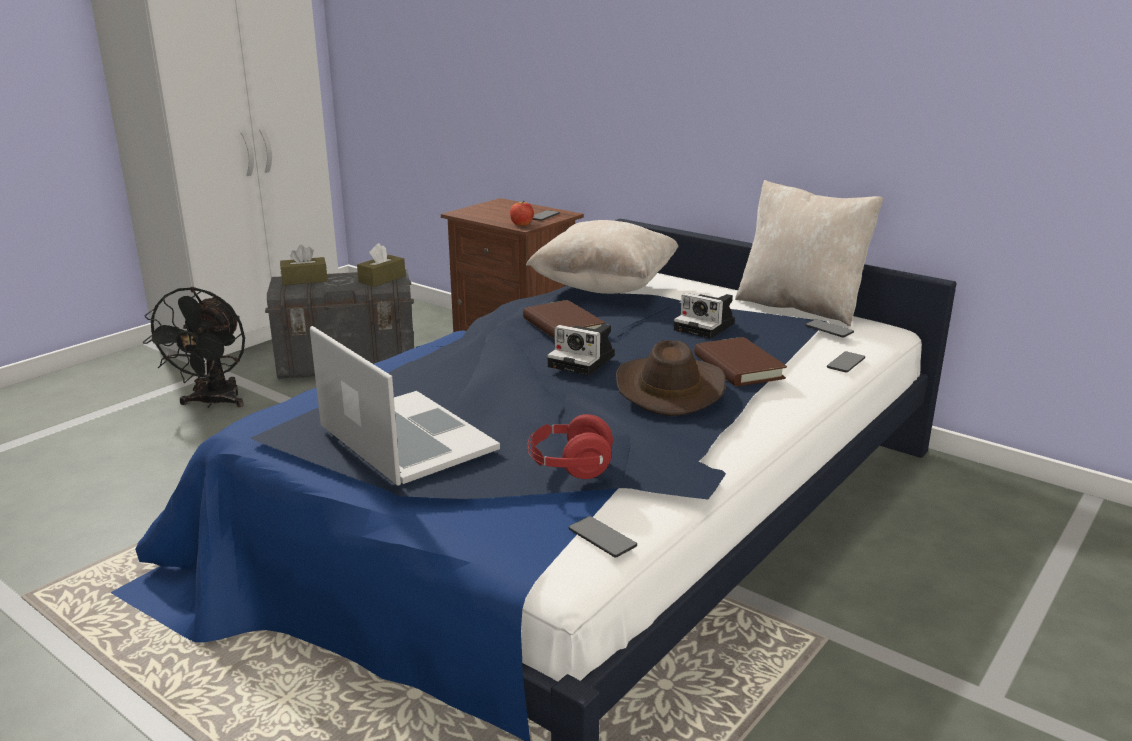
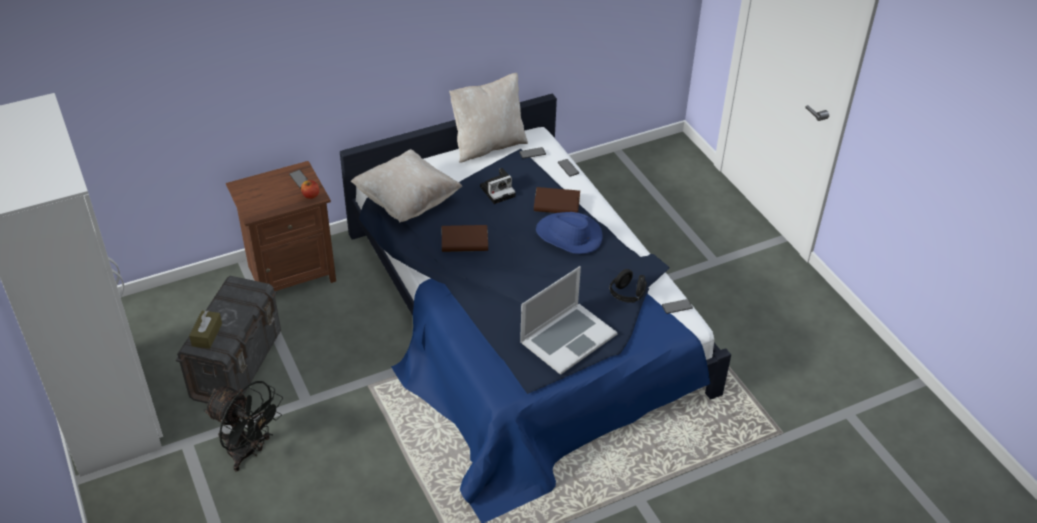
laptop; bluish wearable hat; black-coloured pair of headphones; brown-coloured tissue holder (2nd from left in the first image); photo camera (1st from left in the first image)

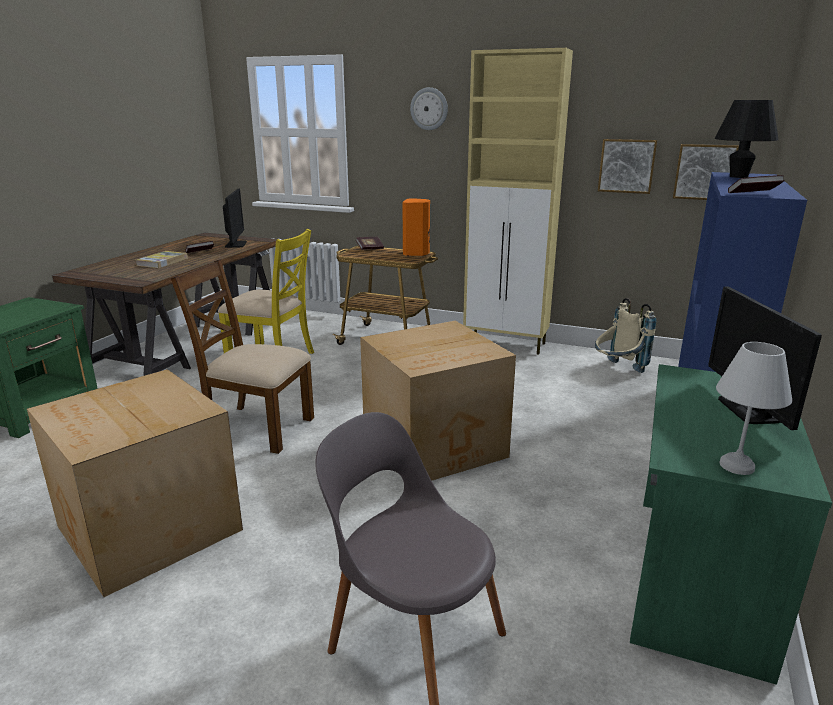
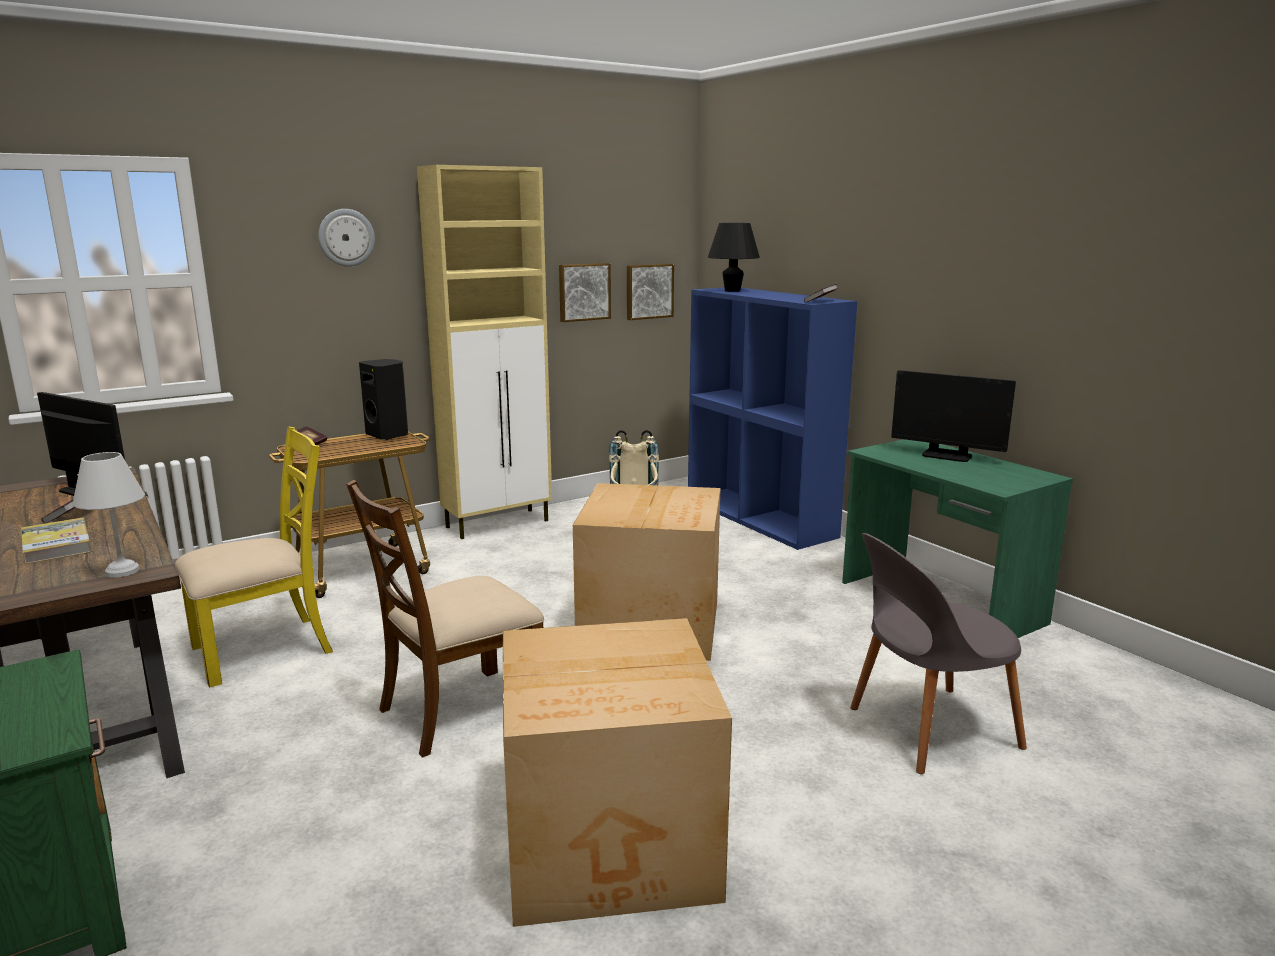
white tabletop lamp; black-coloured audio speaker

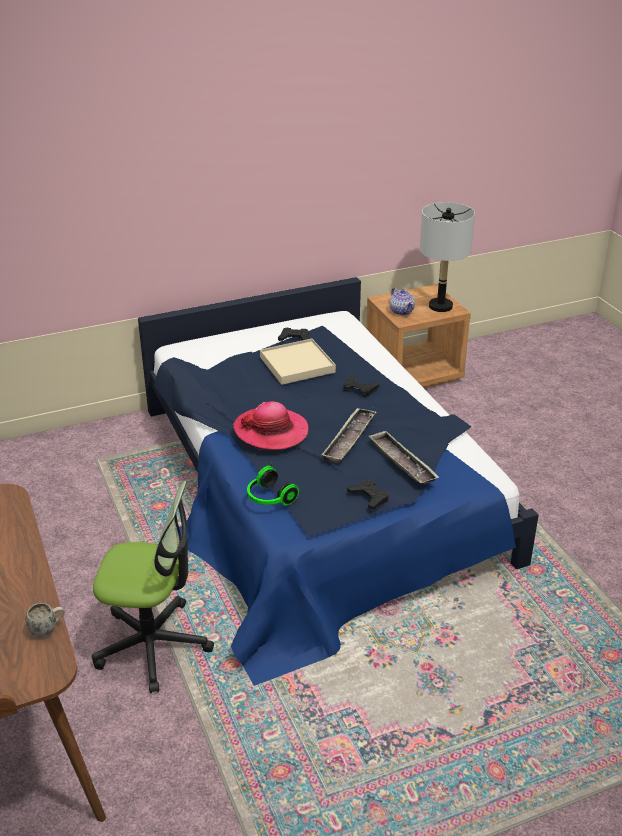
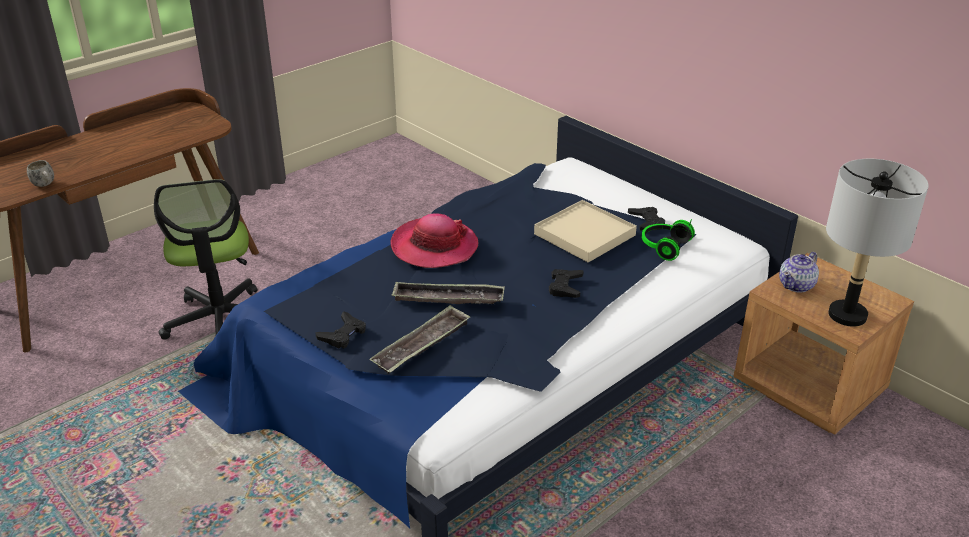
pair of headphones

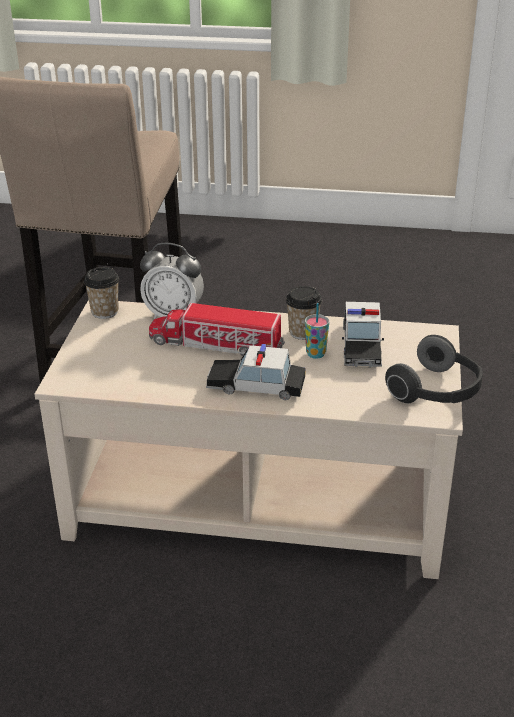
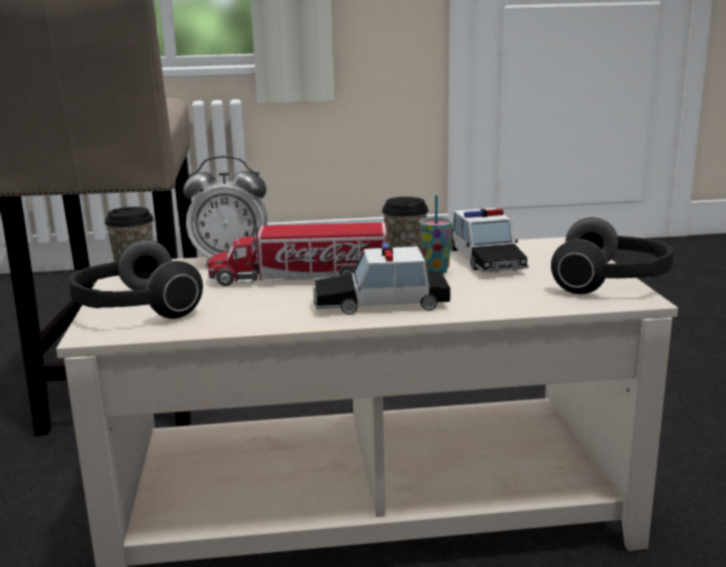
pair of headphones (1st from left)

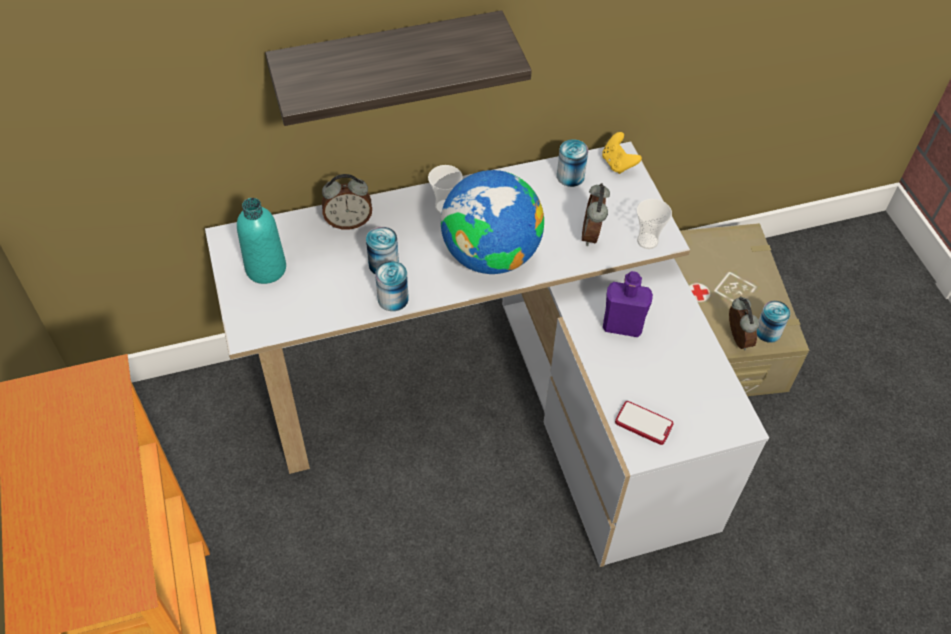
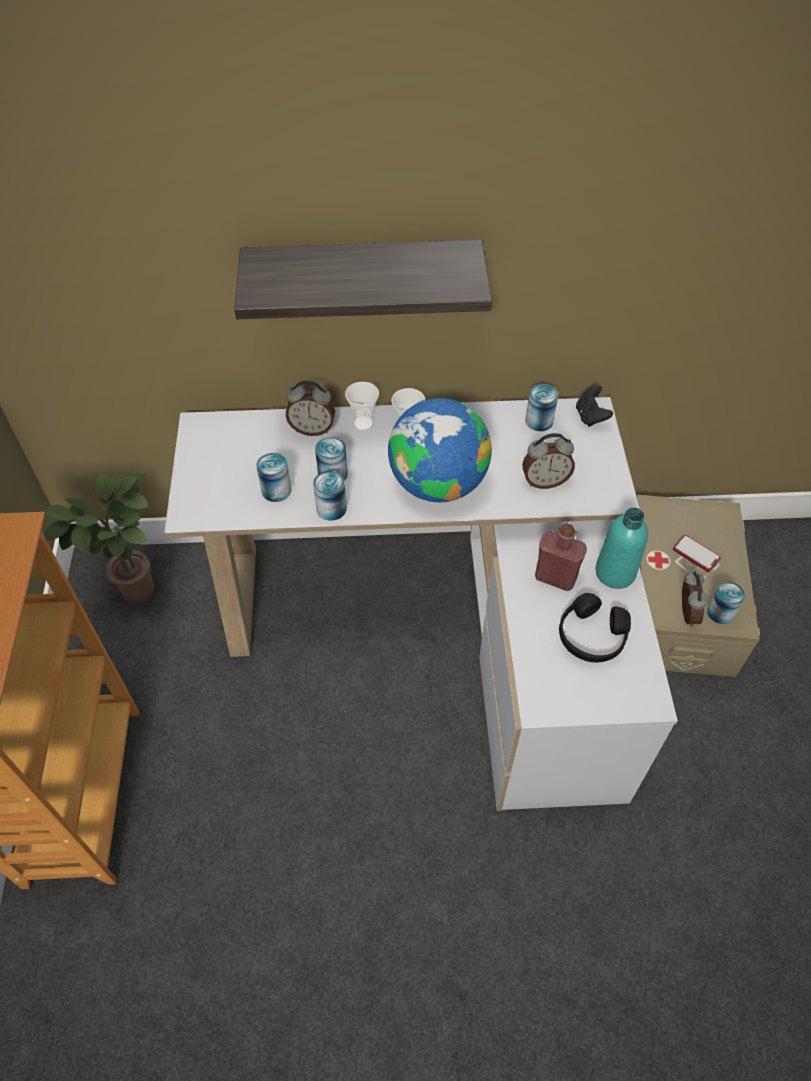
plant in a pot; can (1st from left); cup (1st from left); bedside clock (2nd from left); red beverage bottle; black-coloured pair of headphones; black-coloured gamepad; blue-green beverage bottle; phone

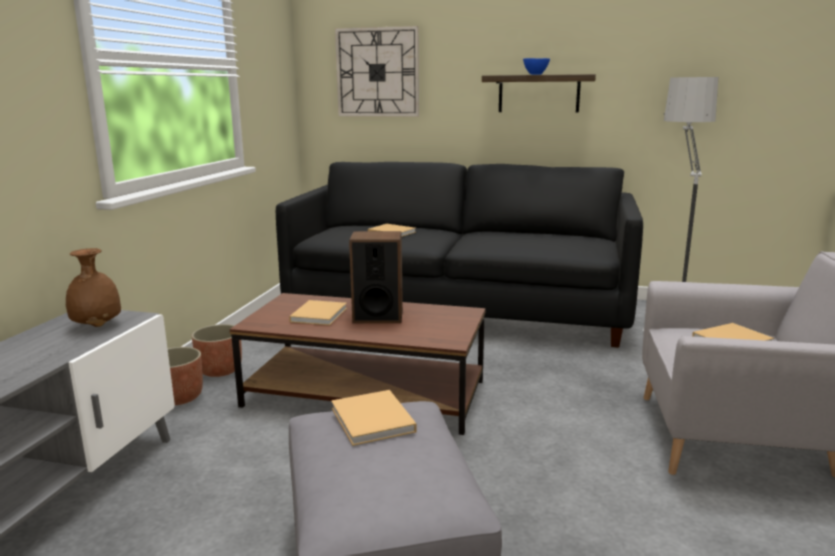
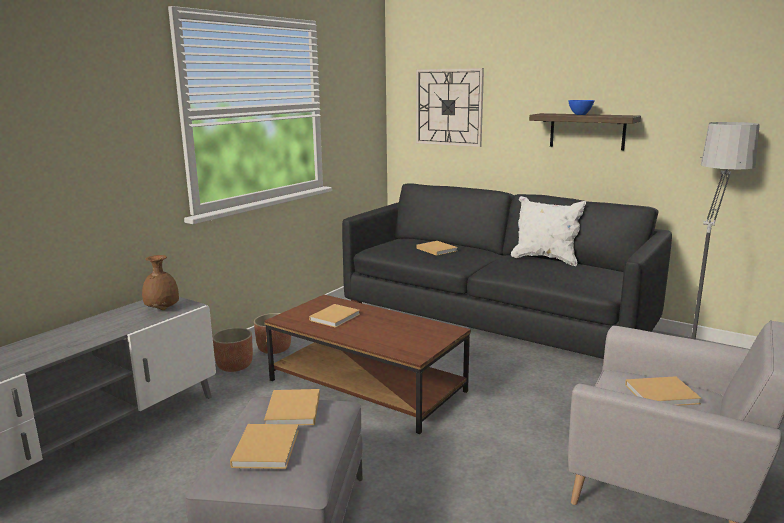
beige-coloured bound book (1st from left); white cushion; audio speaker

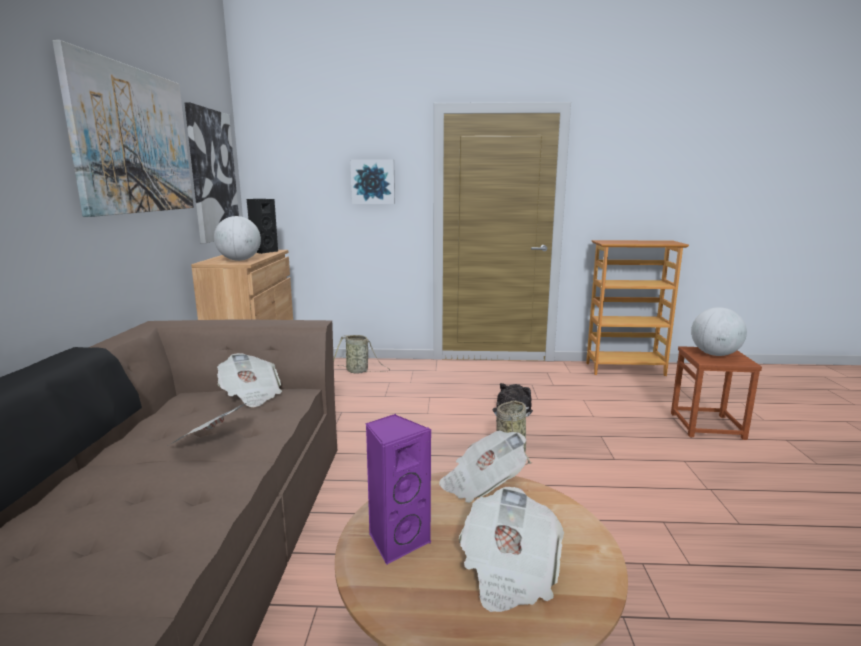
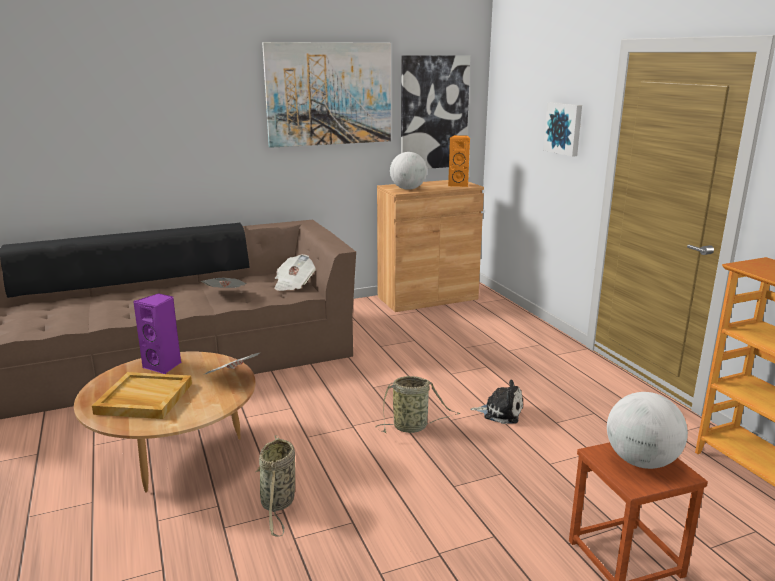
beige-coloured carrying tray; basket (1st from left); orange audio speaker

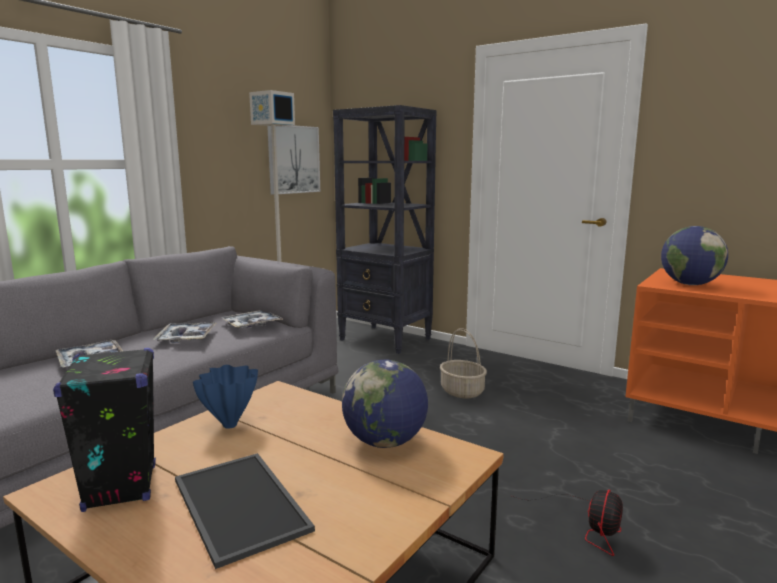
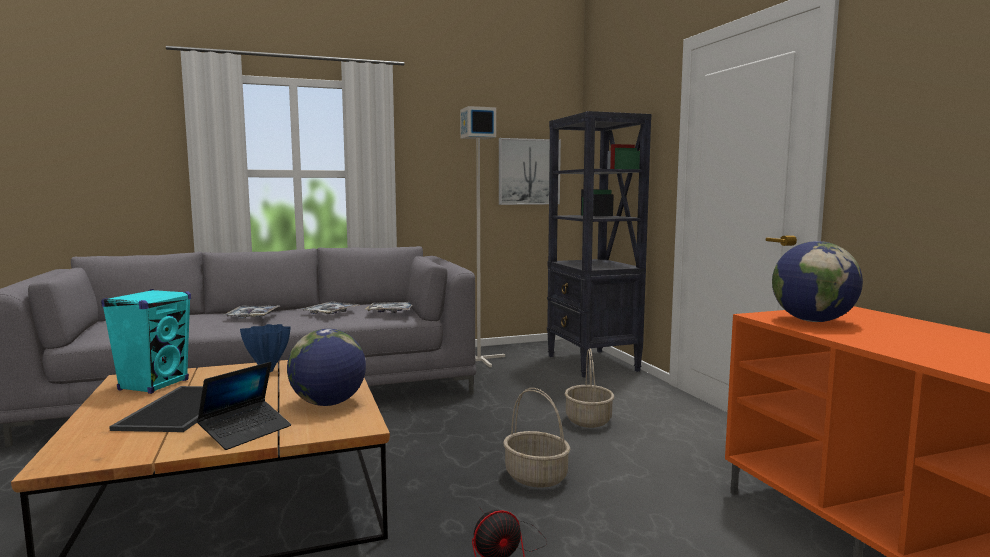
blue-green audio speaker; laptop; basket (1st from left)

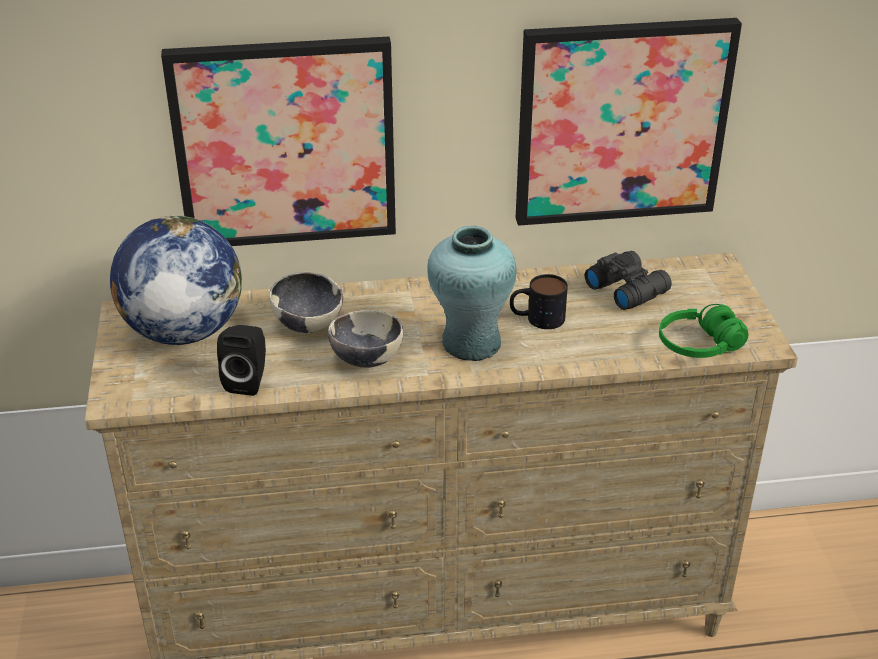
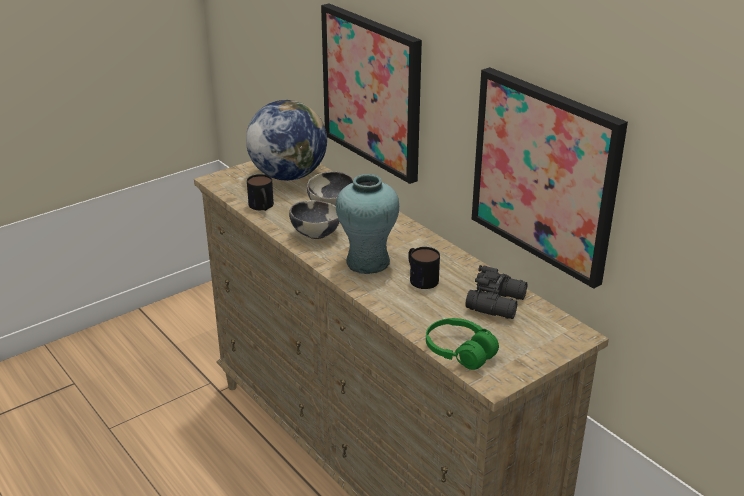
coffee mug (1st from left)

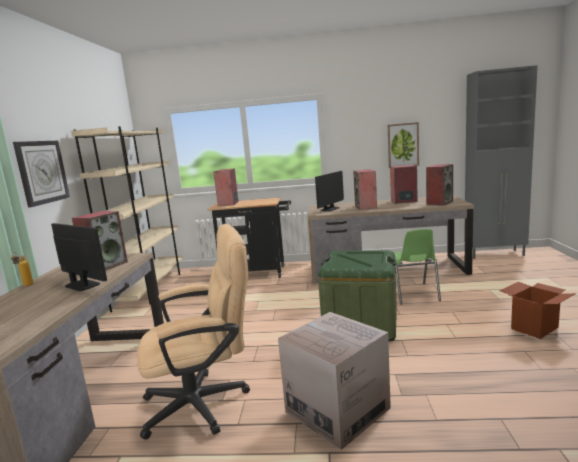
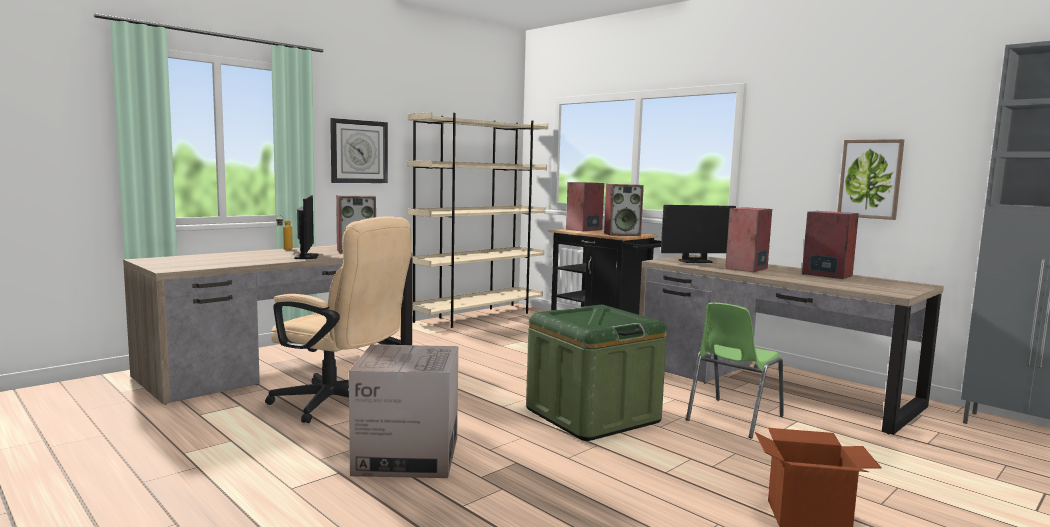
audio speaker (3rd from left)

